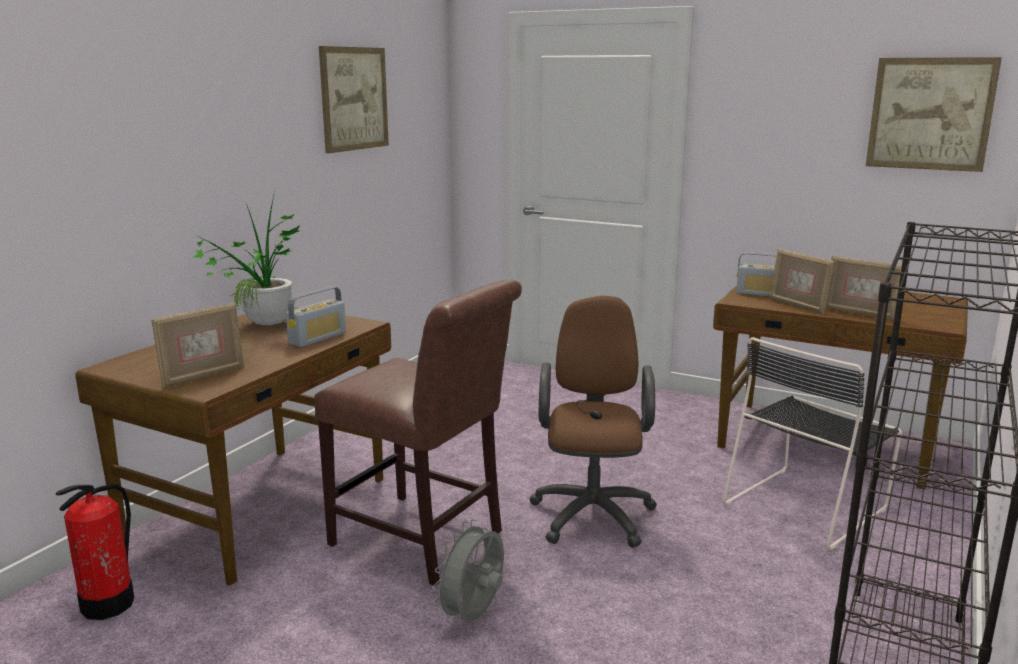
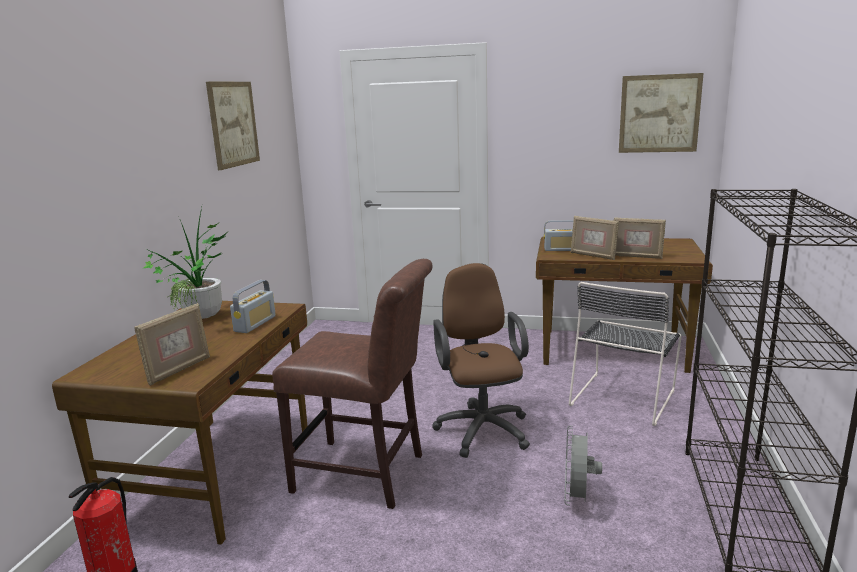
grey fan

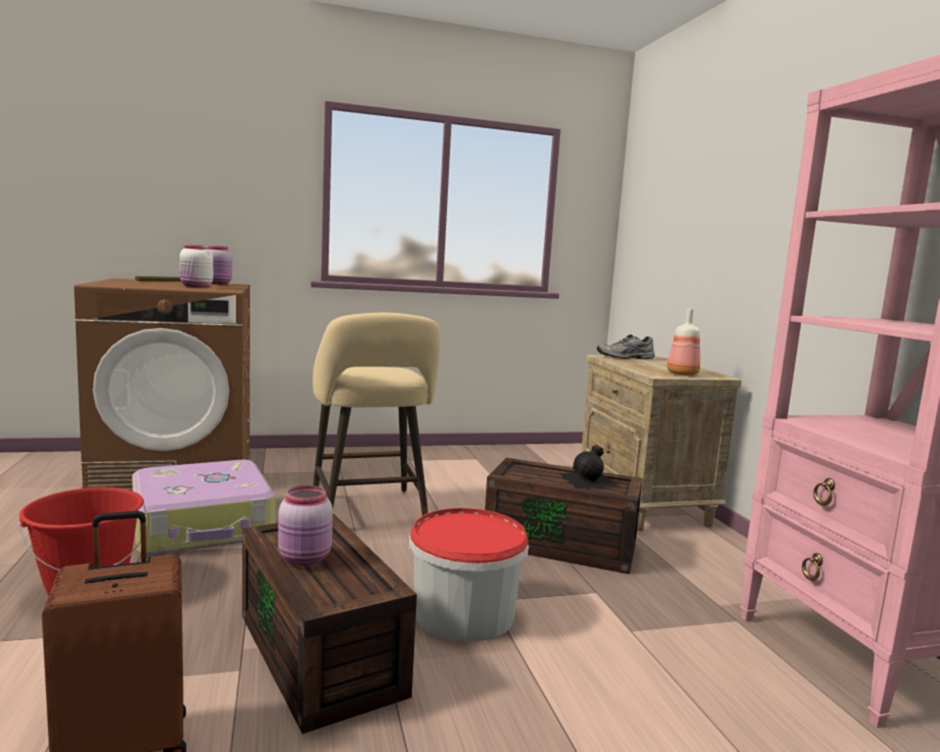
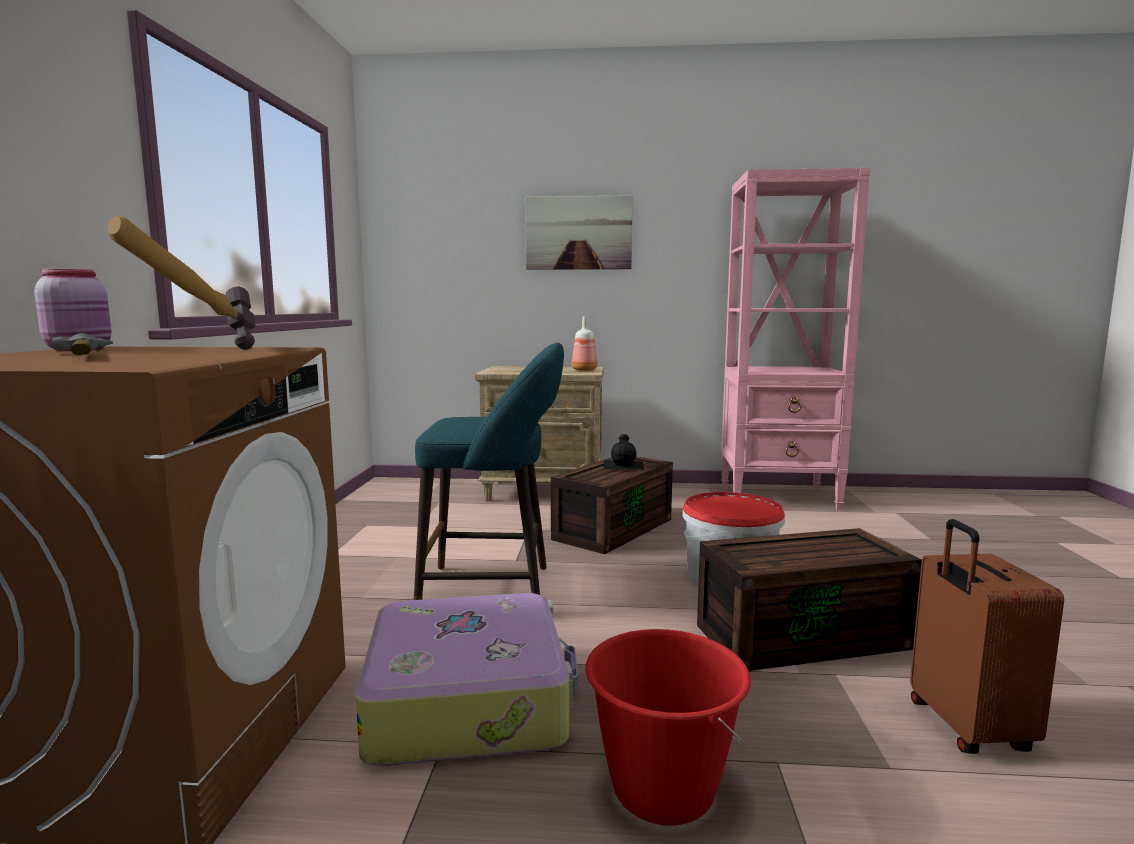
hammer (2nd from left); blue-green stool seat; wall picture; pinkish storage jar (2nd from left in the first image); grey item of footwear

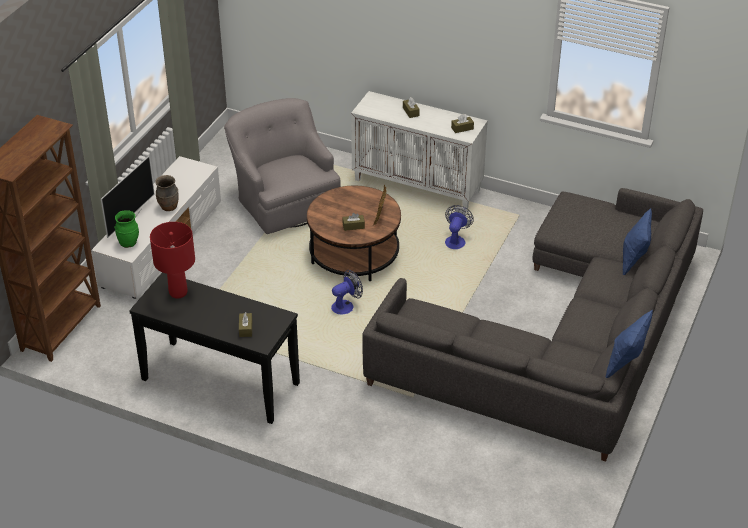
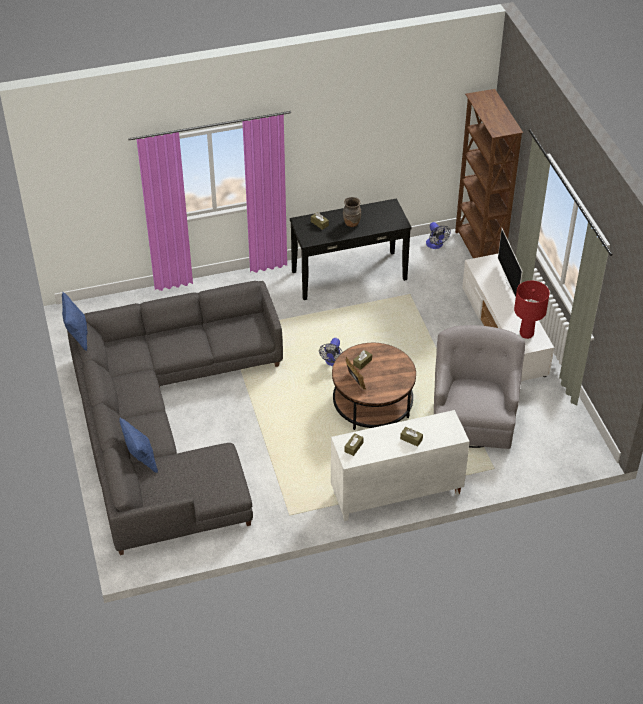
brown-coloured flower vase; fan (2nd from left); grey armchair; red tabletop lamp; greenish flower vase

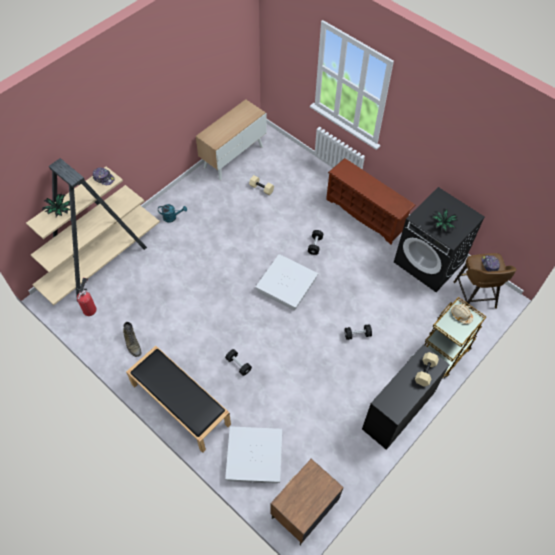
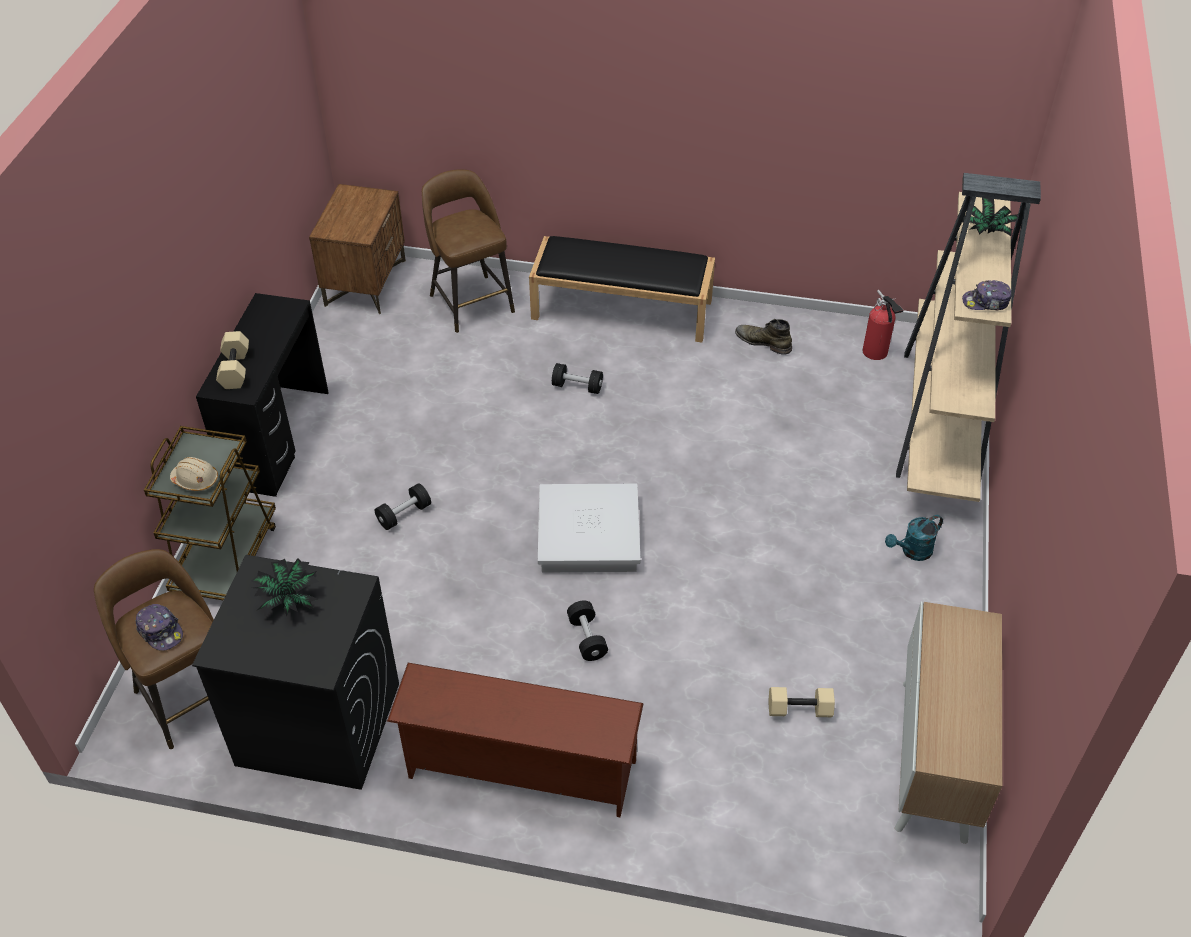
brown-coloured stool seat (2nd from left)

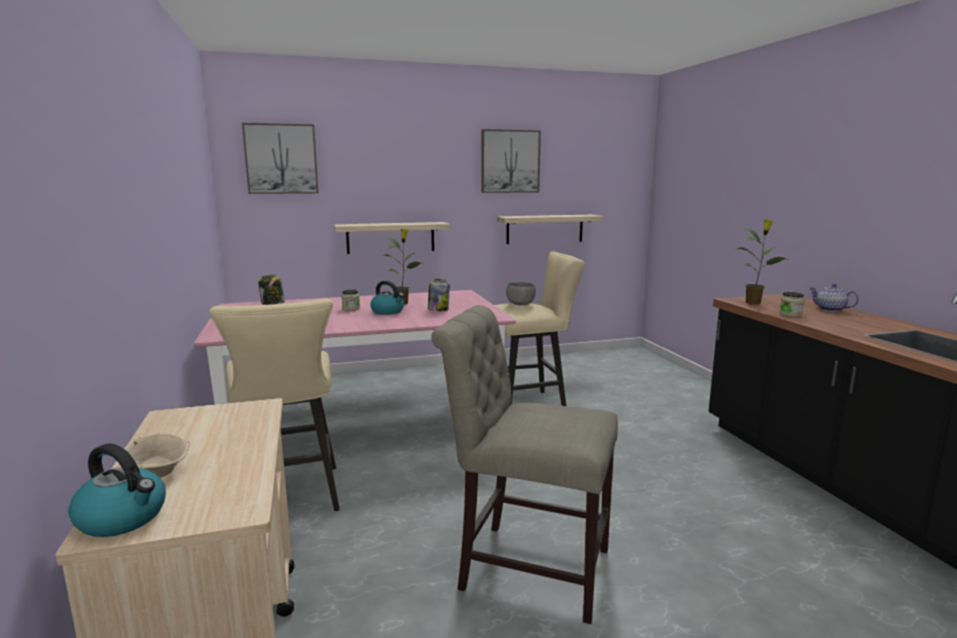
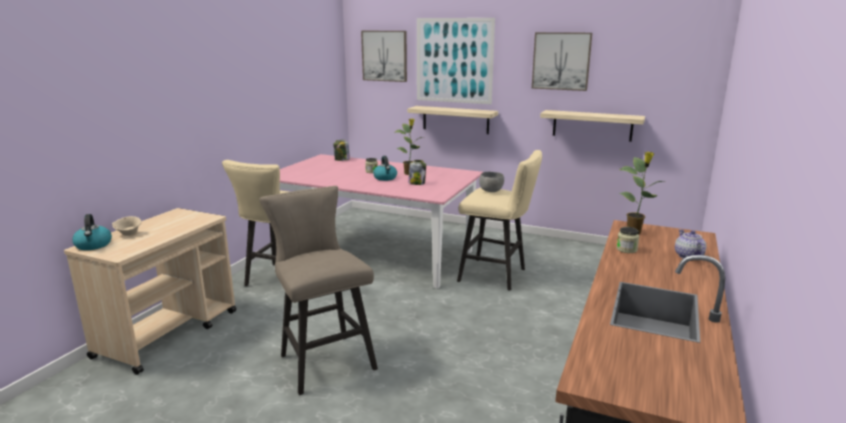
beige-coloured stool seat (2nd from left); wall picture (2nd from left)

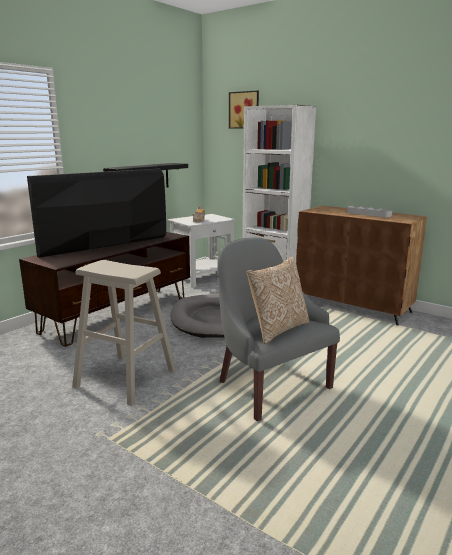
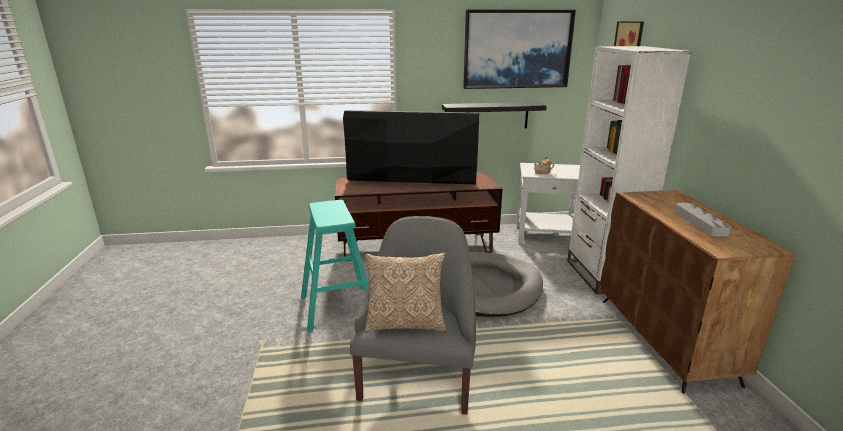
blue-green stool seat; wall picture (1st from left)

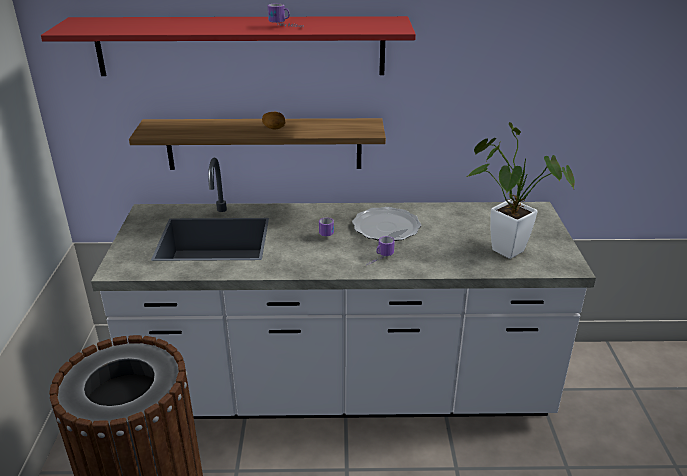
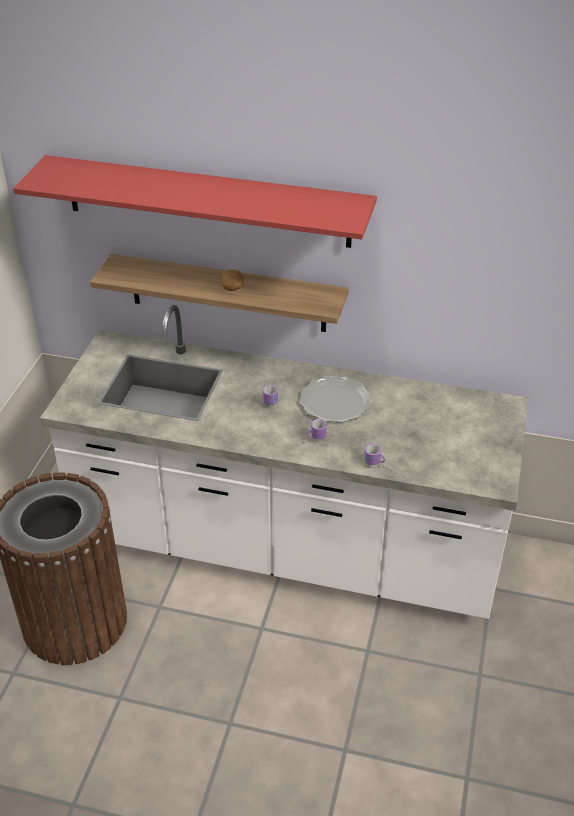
coffee mug (3rd from left); plant in a pot

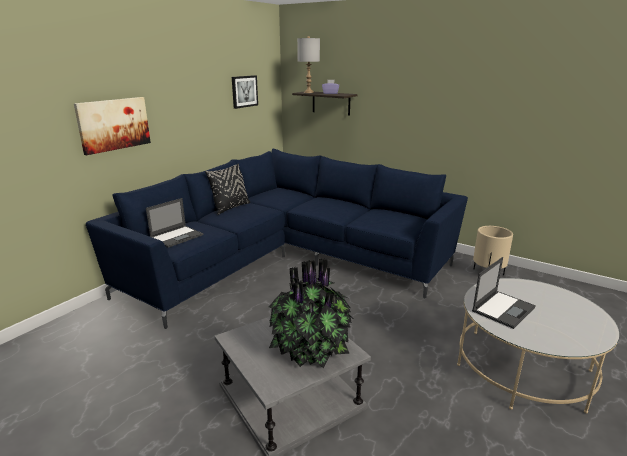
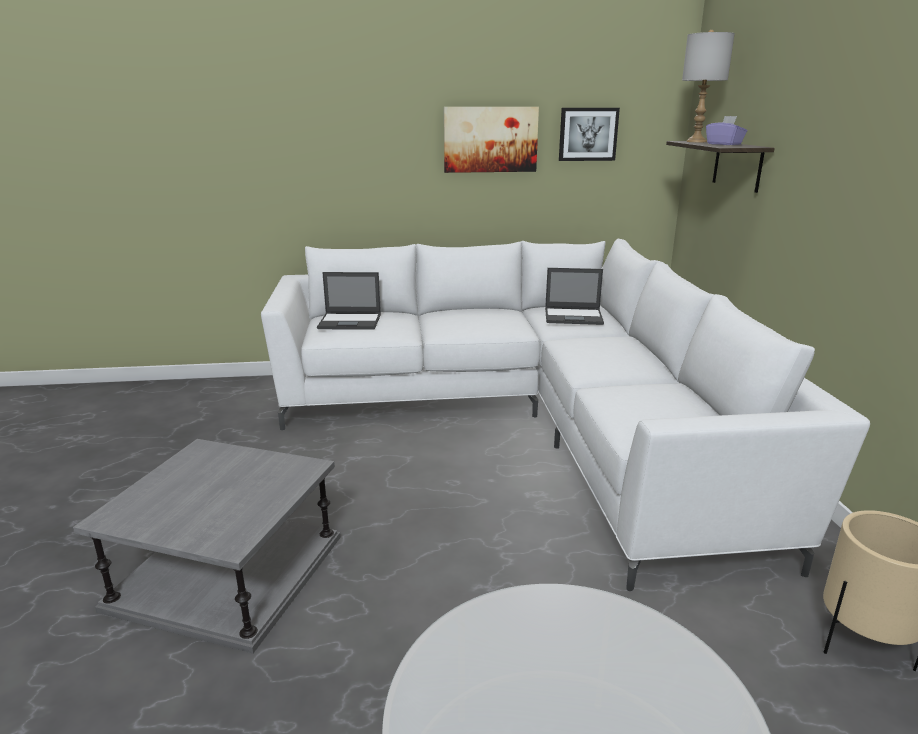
white couch; wall picture (1st from left); laptop (2nd from left); black-coloured cushion; plant in a pot

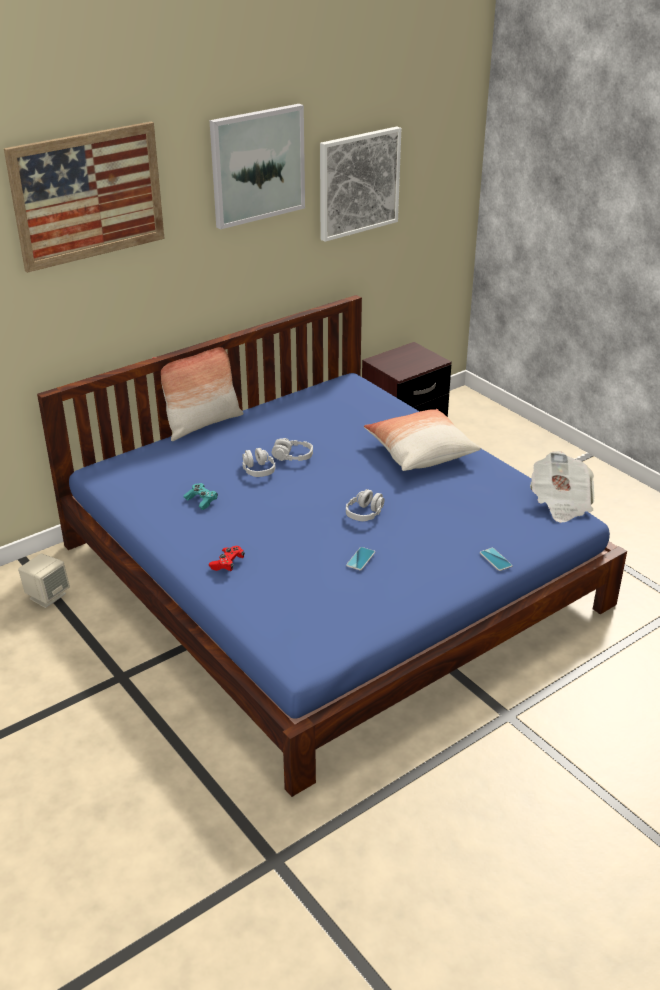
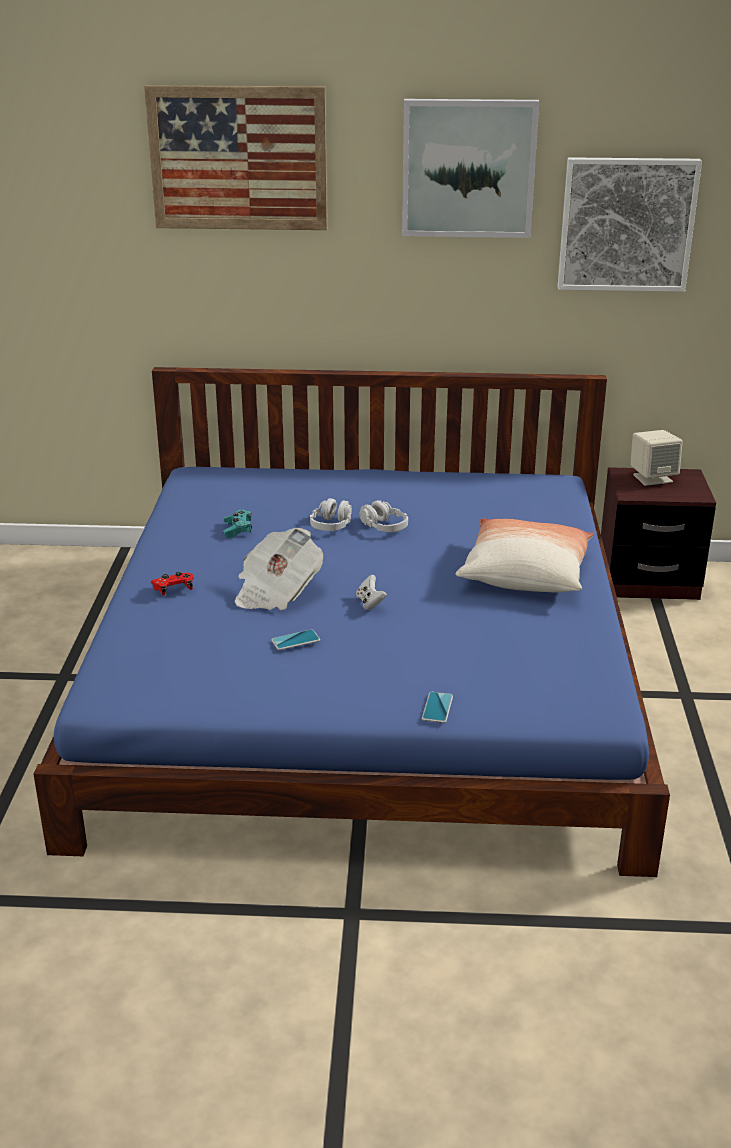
newspaper; white gamepad; beige-coloured audio speaker; cushion (1st from left in the first image)

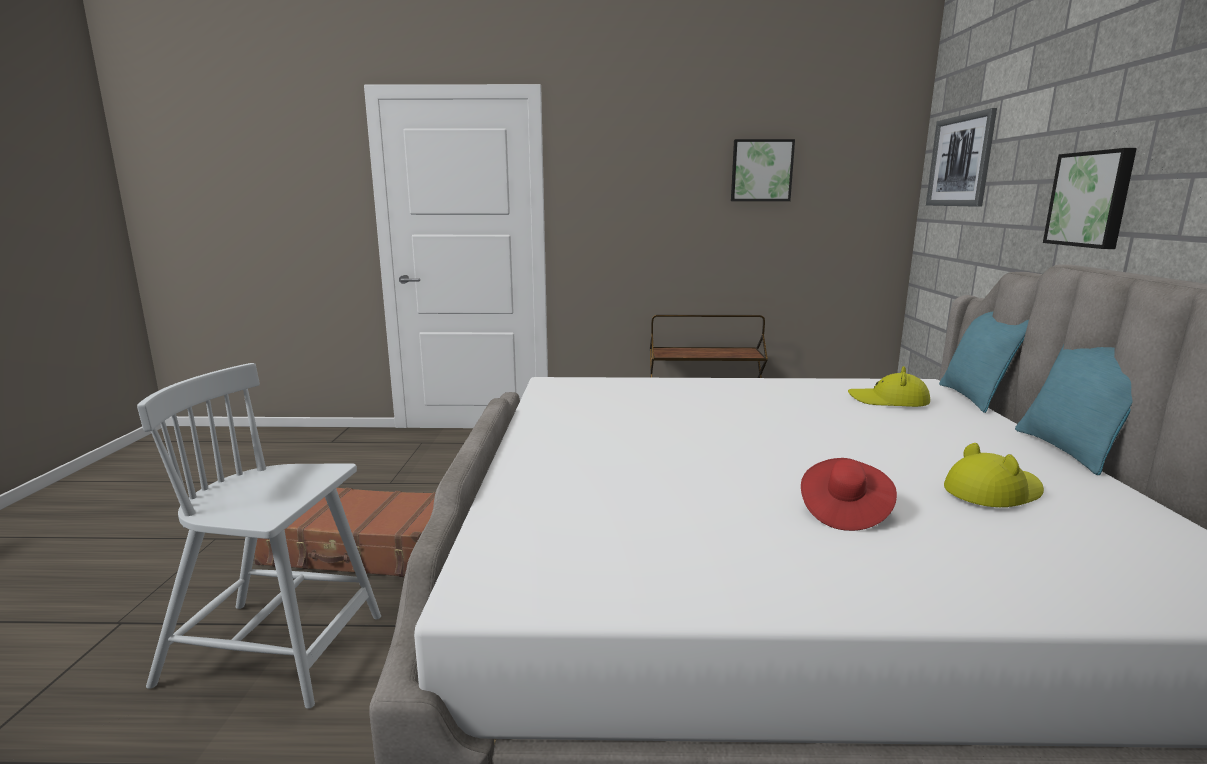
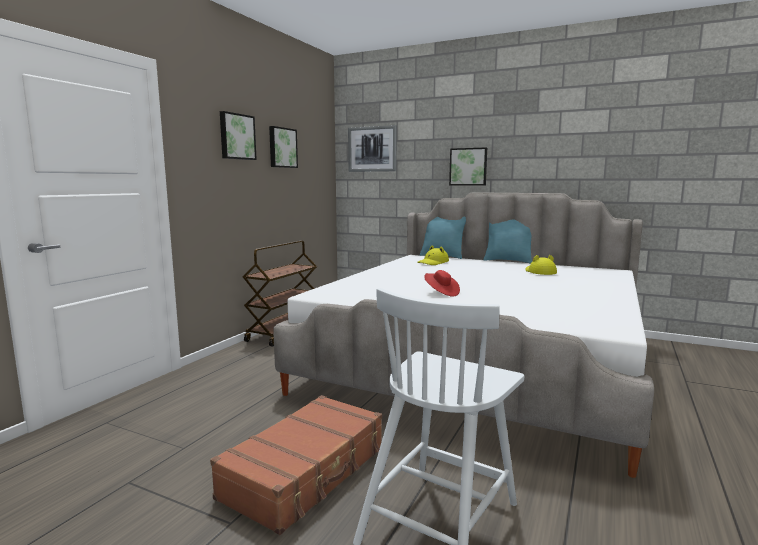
wall picture (1st from left); red wearable hat

